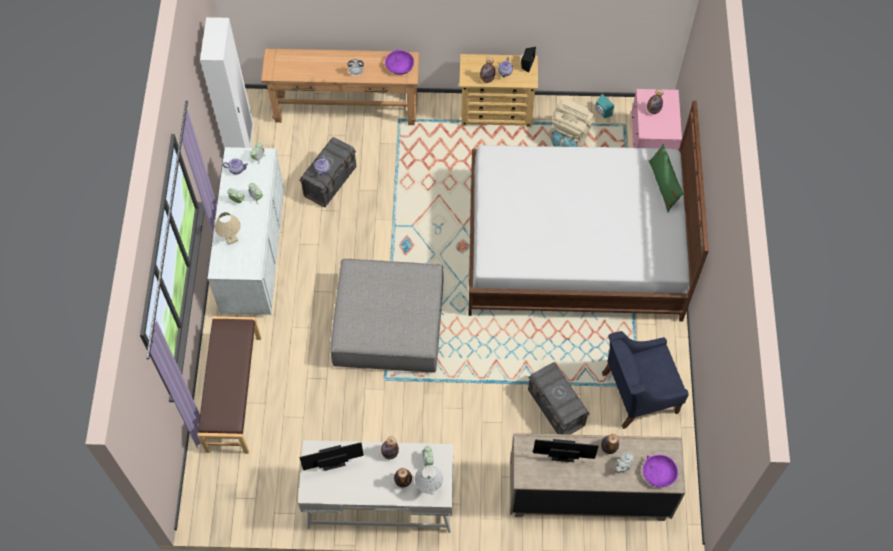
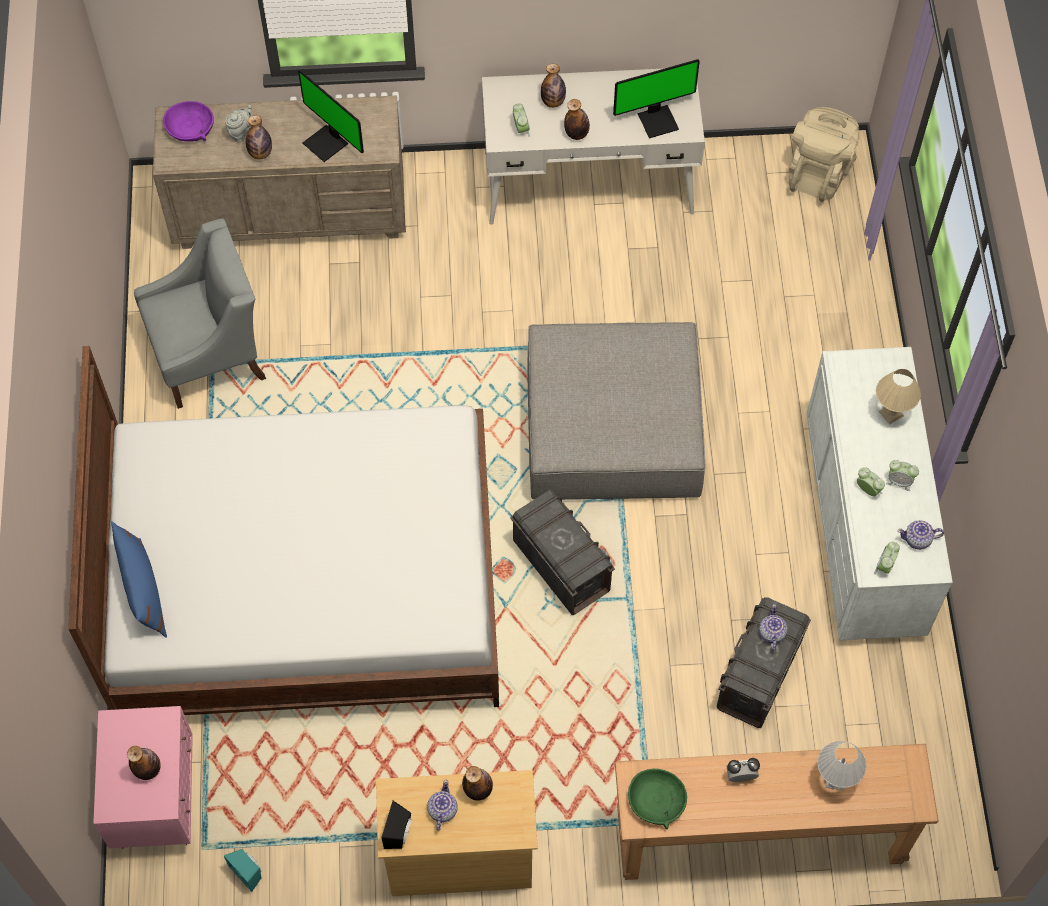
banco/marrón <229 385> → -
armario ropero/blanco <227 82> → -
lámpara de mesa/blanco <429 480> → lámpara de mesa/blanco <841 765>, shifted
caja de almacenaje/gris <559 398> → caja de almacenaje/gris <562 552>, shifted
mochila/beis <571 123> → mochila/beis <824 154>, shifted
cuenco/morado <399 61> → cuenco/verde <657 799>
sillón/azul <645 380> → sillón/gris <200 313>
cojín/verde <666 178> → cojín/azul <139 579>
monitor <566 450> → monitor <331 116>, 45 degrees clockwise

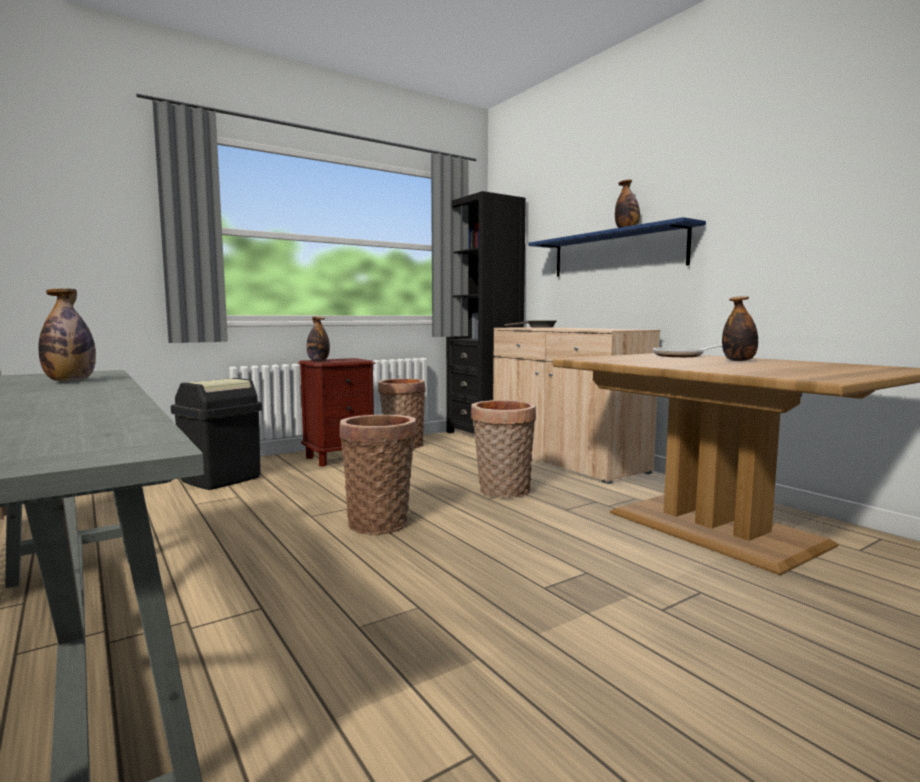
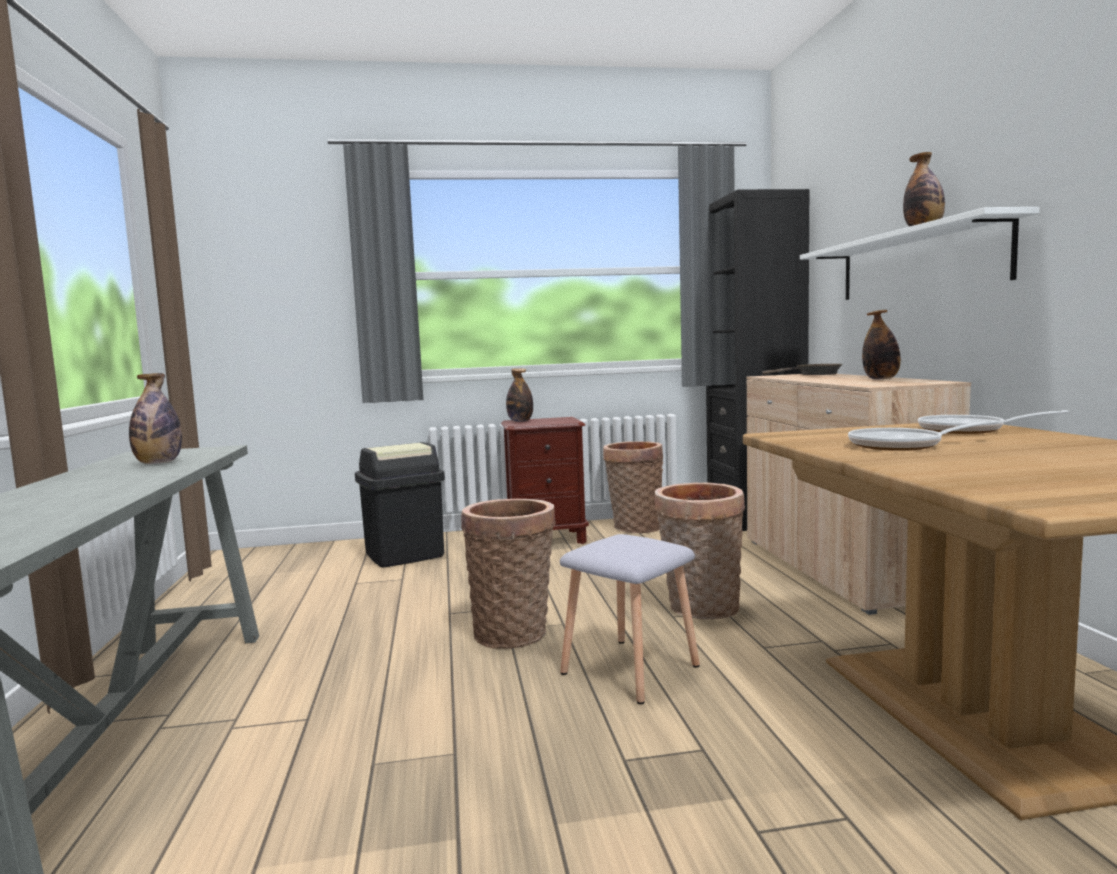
- → taburete/gris <630 619>
- → sartén <923 435>
botella <740 328> → botella <881 345>, shifted
estante/azul <617 247> → estante/blanco <919 253>

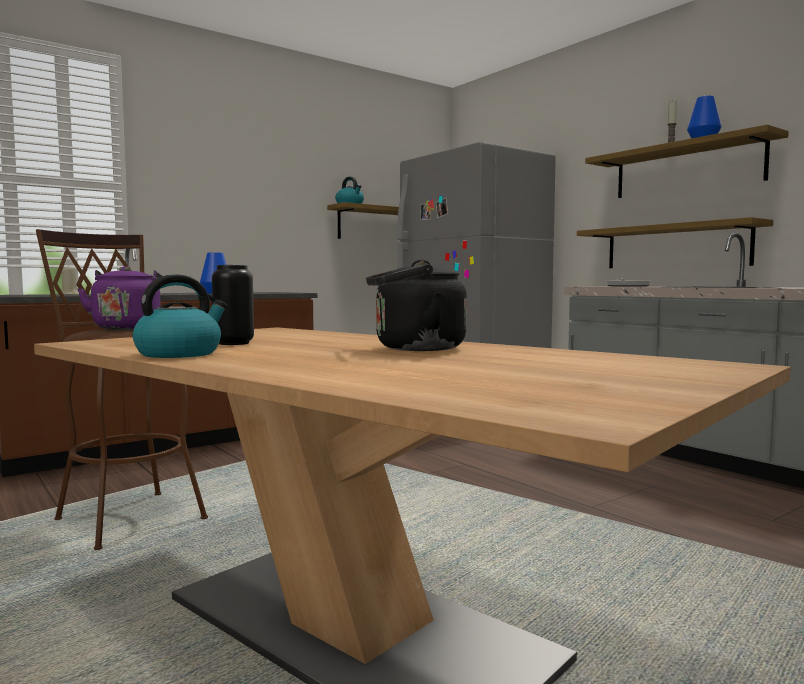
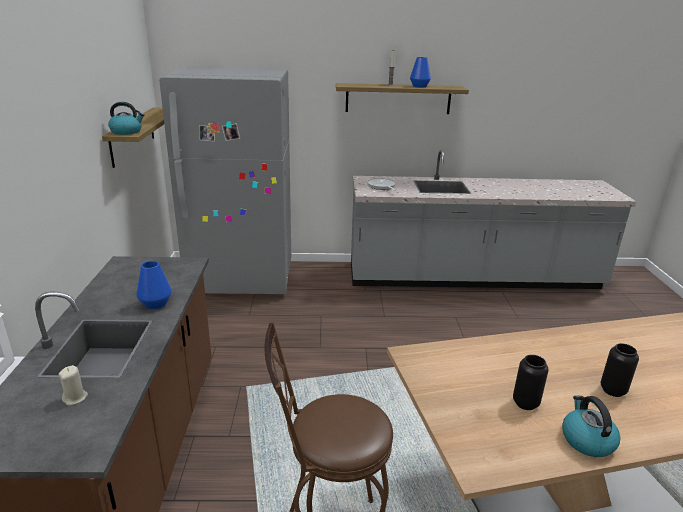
hervidor/morado <119 298> → -
hervidor/negro <416 305> → -
estante <675 242> → -
- → florero/negro <620 370>

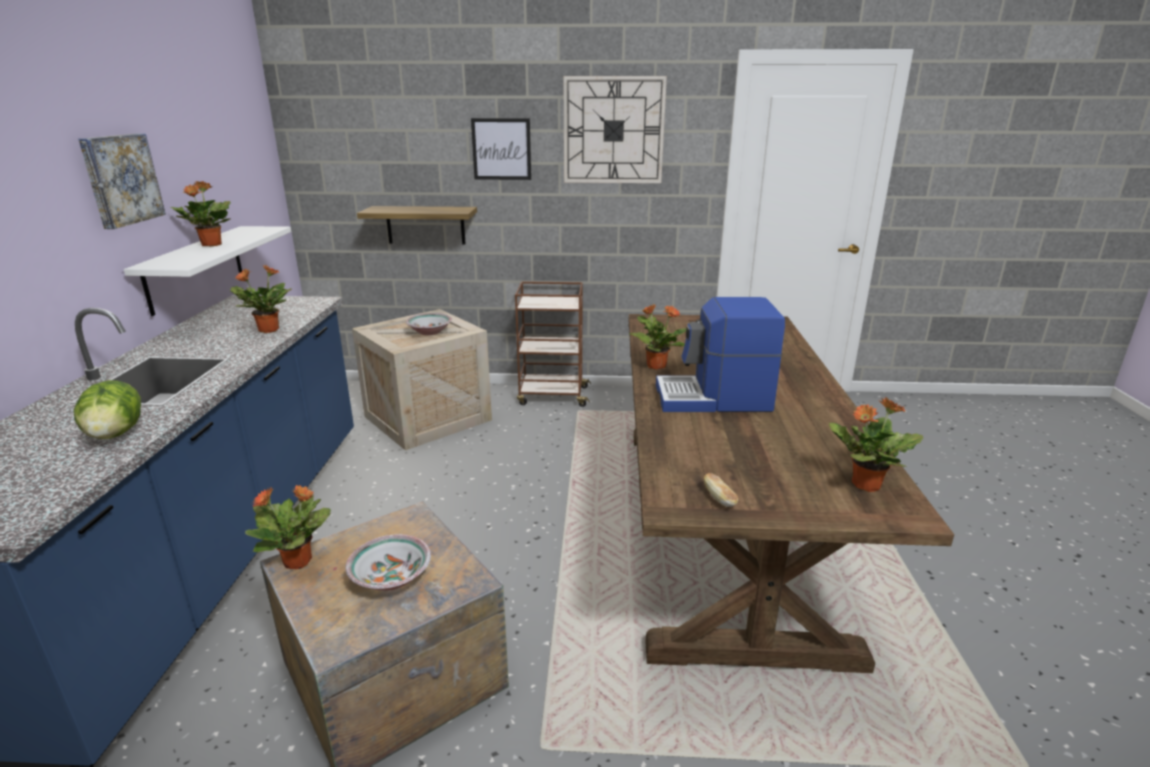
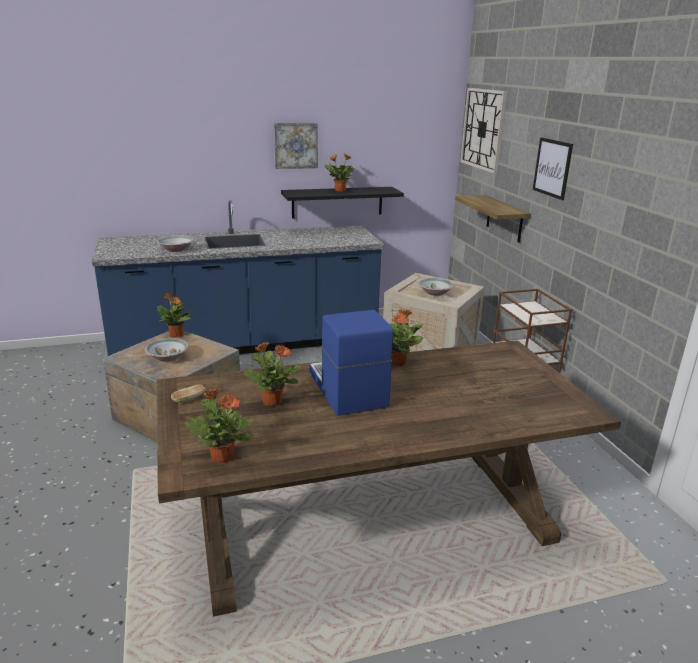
planta en maceta <260 298> → planta en maceta <272 374>, shifted
reloj de pared <615 129> → reloj de pared <483 131>, shifted
lechuga <107 409> → cuenco <175 243>
estante/blanco <207 271> → estante/negro <342 202>

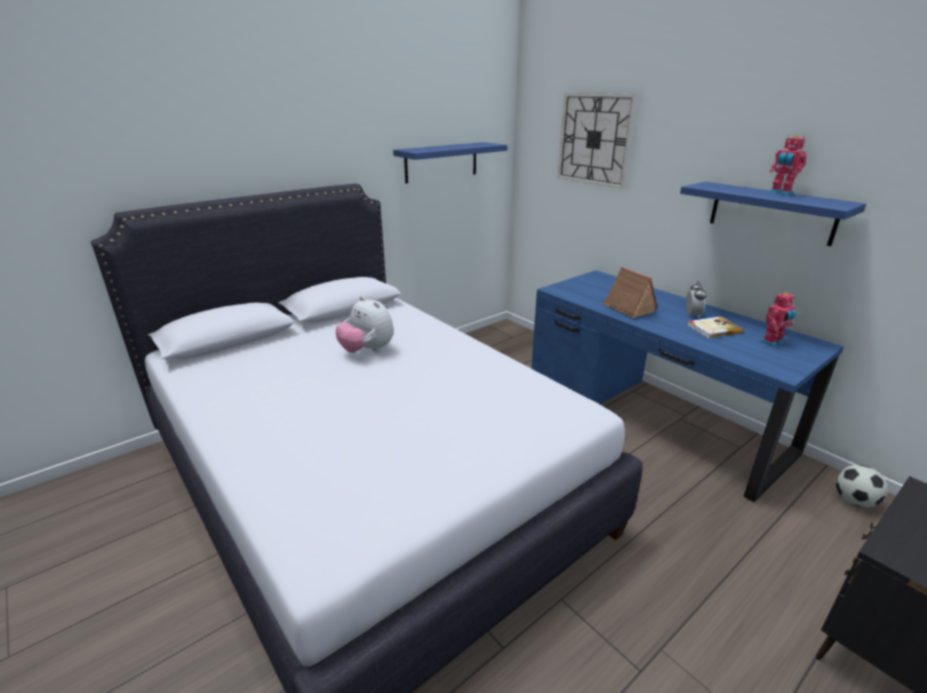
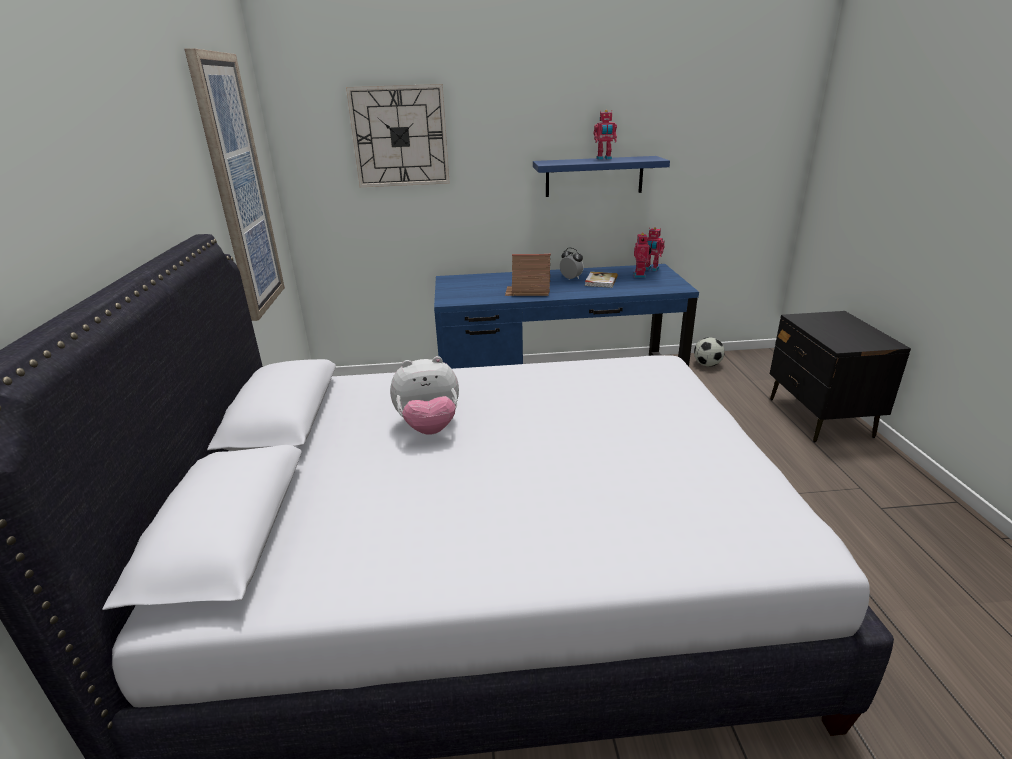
- → robot de juguete <655 249>
estante/azul <450 162> → cuadro <235 184>

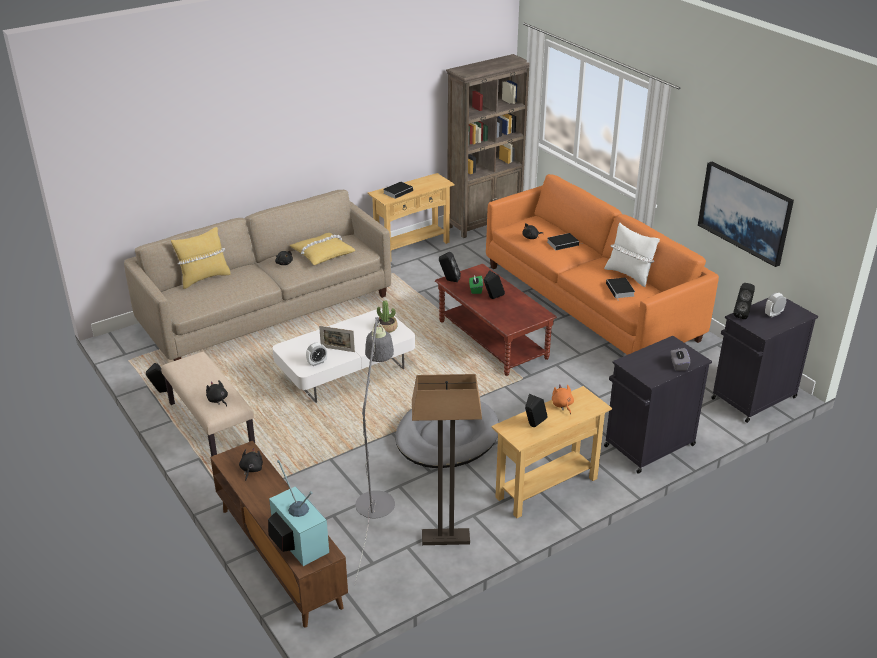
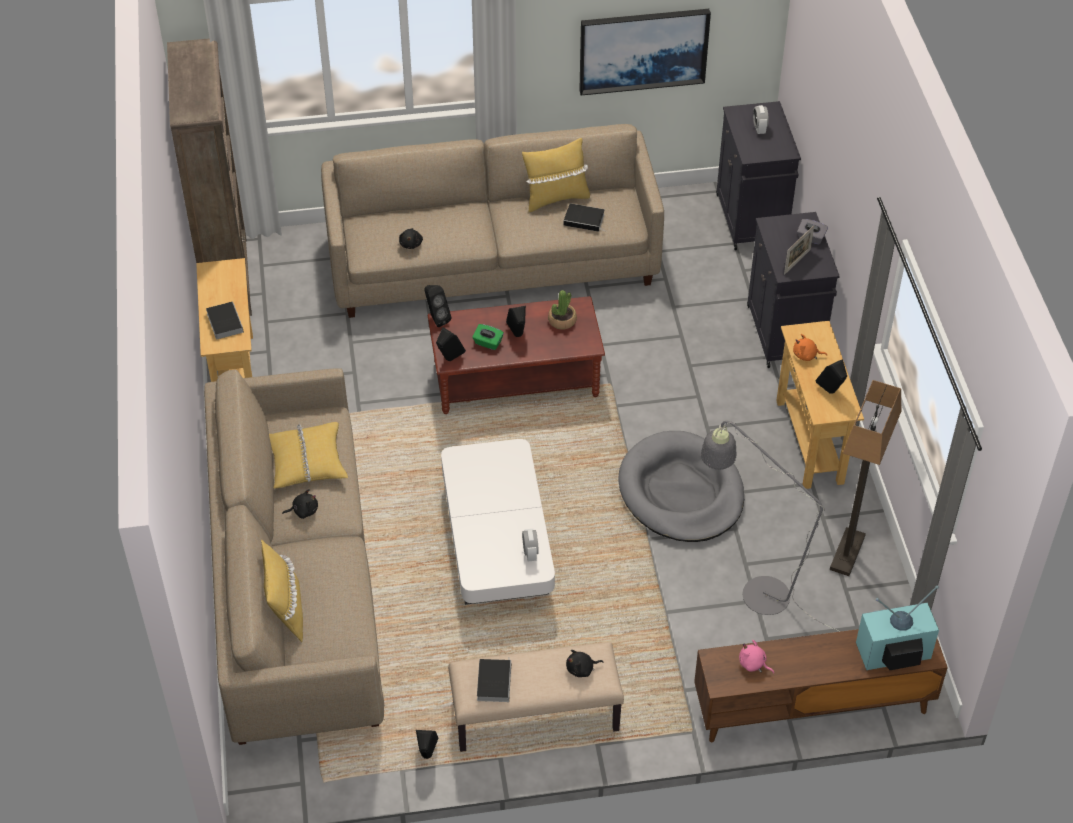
portarretratos <337 339> → portarretratos <799 250>, shifted
planta en maceta <387 316> → planta en maceta <562 310>, shifted
libro <564 242> → libro <494 679>, shifted
altavoz/negro <744 301> → altavoz/negro <437 306>, shifted
peluche/negro <251 464> → peluche/rosa <756 657>
sofá/naranja <602 264> → sofá/beis <492 221>
cojín/blanco <632 255> → cojín/amarillo <556 175>

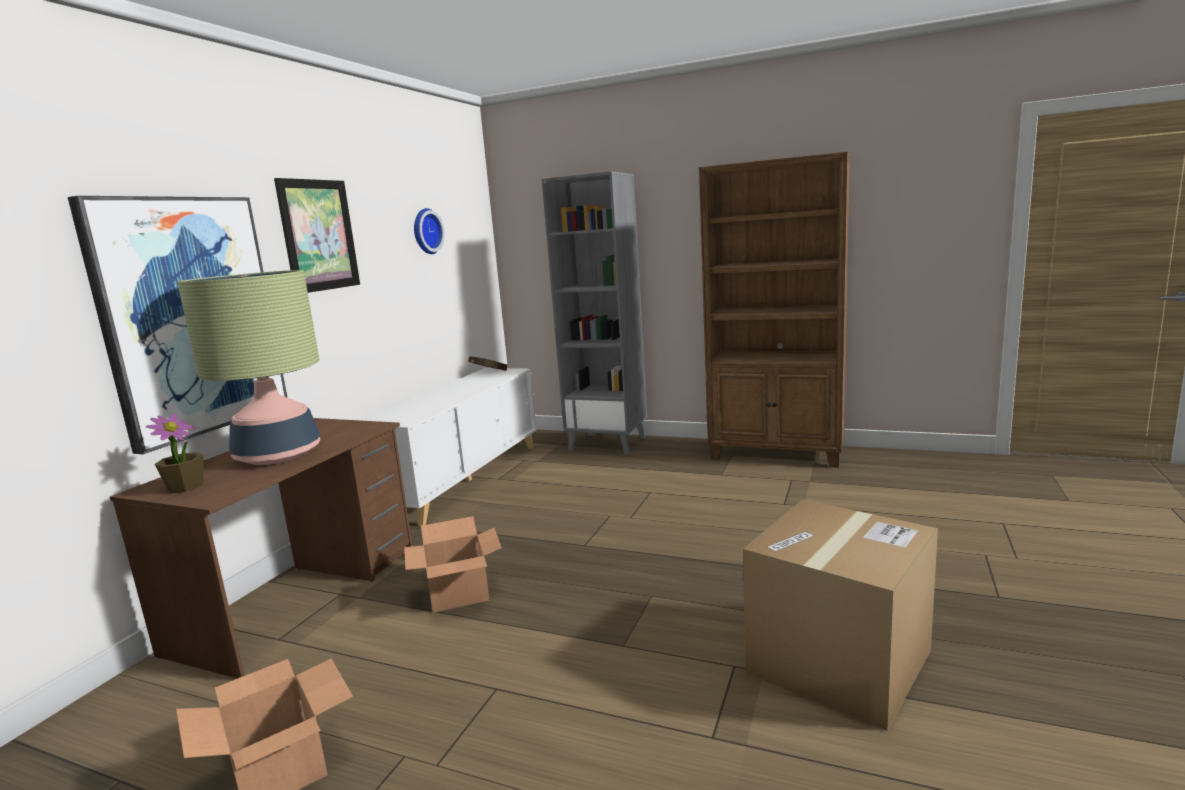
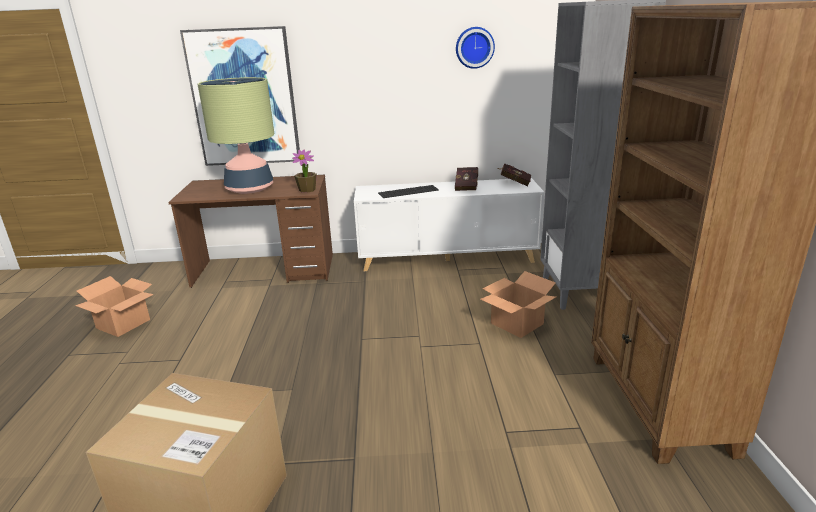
cuadro <317 235> → -
- → teclado <408 191>
- → libro/rojo <466 179>
planta en maceta <175 453> → planta en maceta <304 171>, shifted
caja de cartón <453 564> → caja de cartón <518 304>, shifted

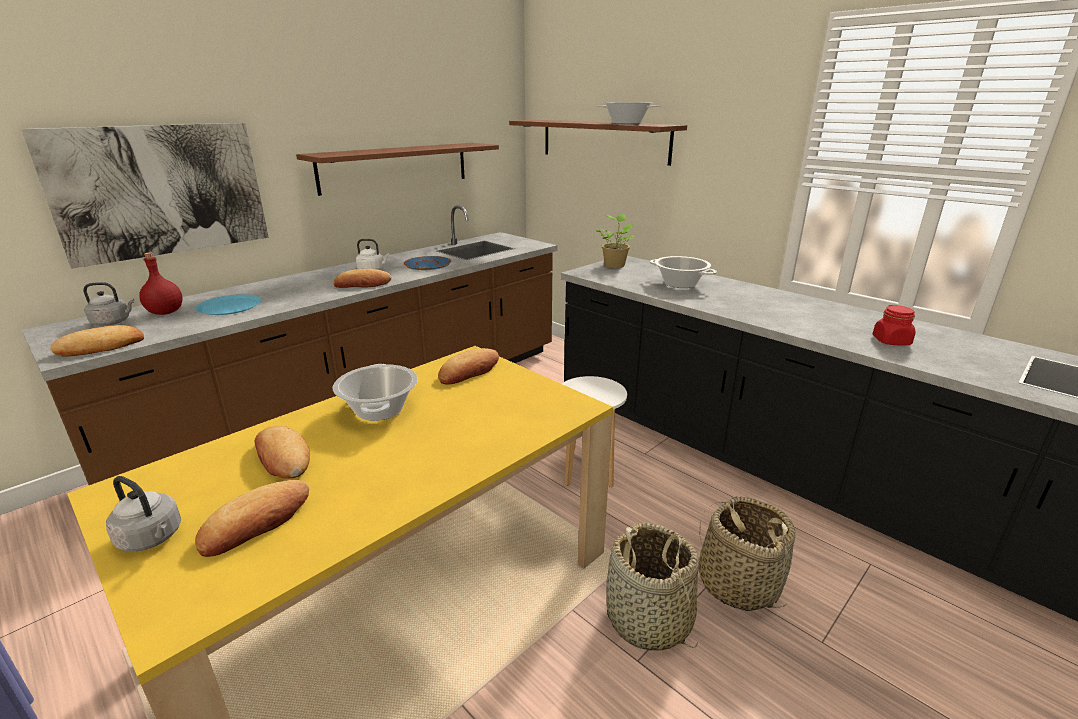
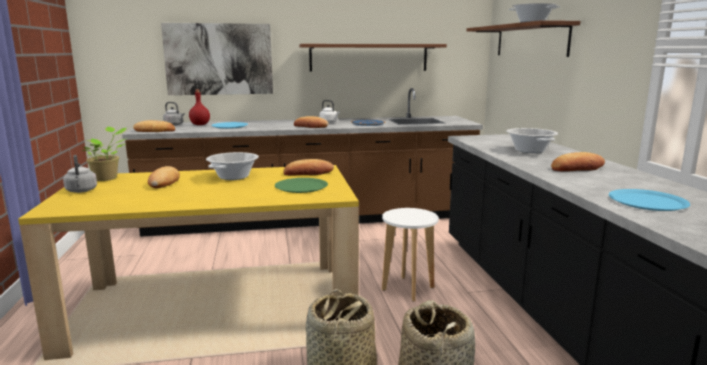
- → plato/verde <301 185>
pan <252 518> → pan <578 162>, shifted
planta en maceta <614 241> → planta en maceta <103 154>, shifted
tarro/rojo <894 325> → plato/azul <649 200>

